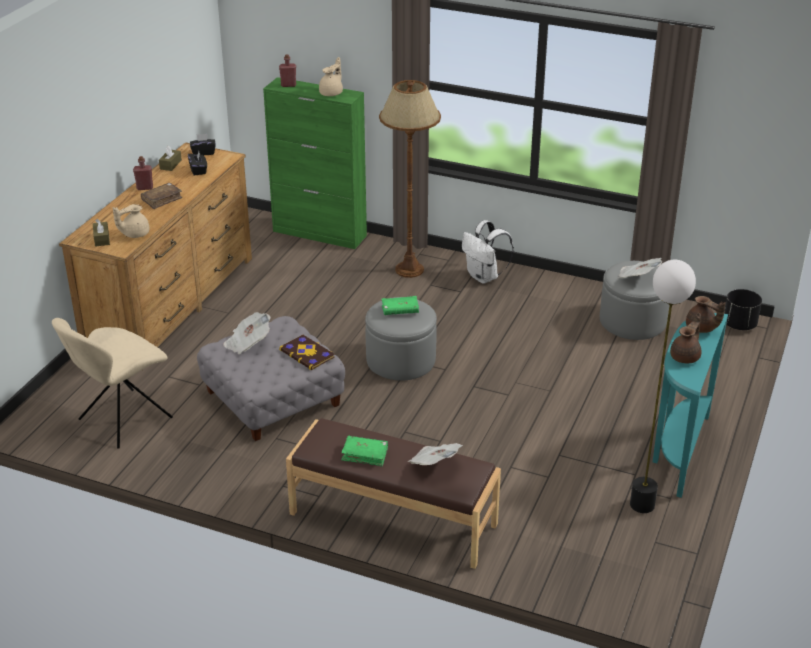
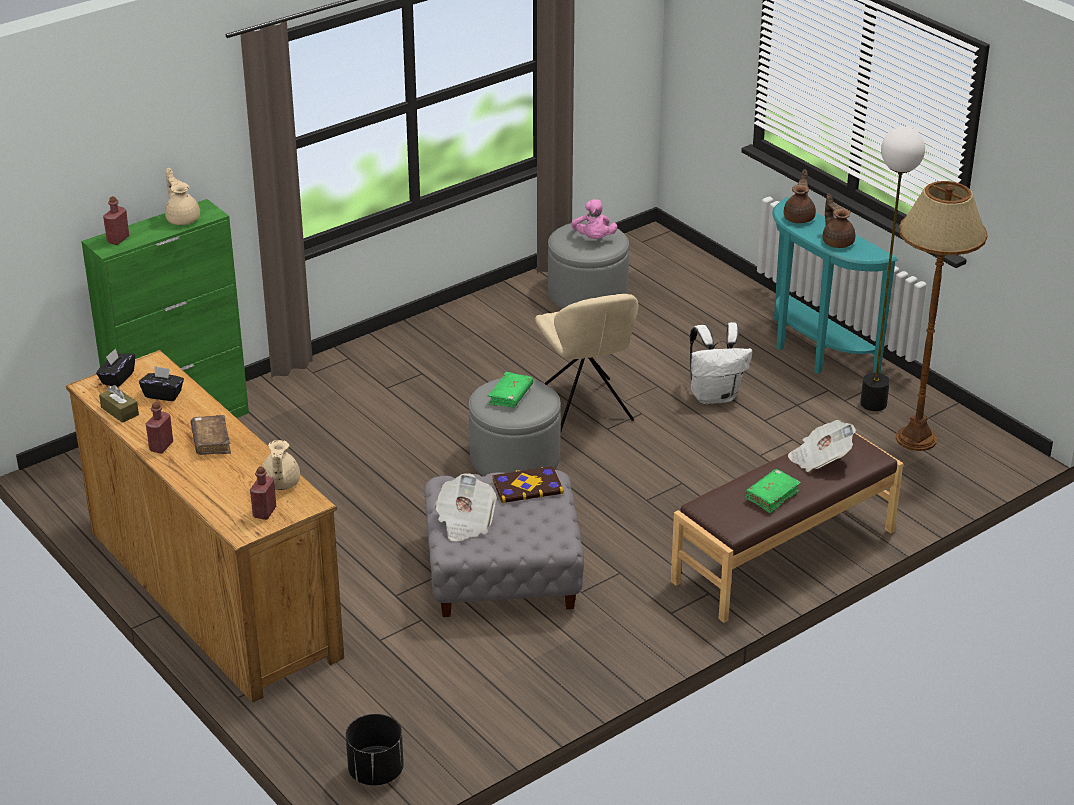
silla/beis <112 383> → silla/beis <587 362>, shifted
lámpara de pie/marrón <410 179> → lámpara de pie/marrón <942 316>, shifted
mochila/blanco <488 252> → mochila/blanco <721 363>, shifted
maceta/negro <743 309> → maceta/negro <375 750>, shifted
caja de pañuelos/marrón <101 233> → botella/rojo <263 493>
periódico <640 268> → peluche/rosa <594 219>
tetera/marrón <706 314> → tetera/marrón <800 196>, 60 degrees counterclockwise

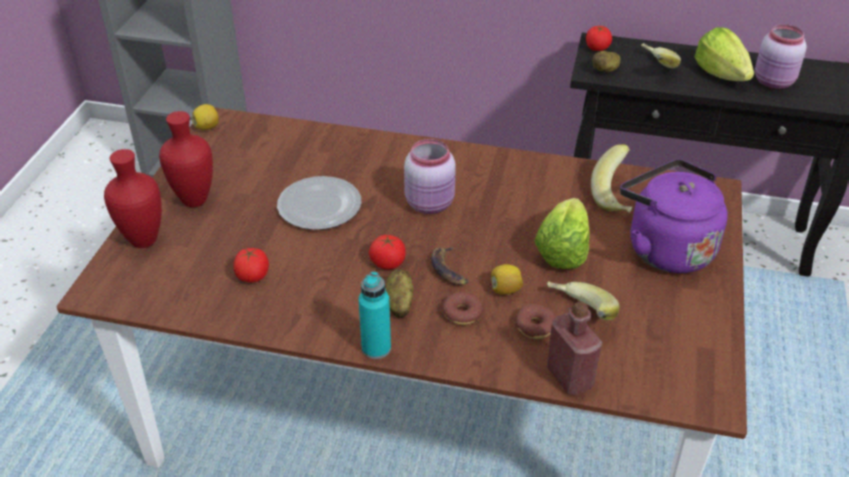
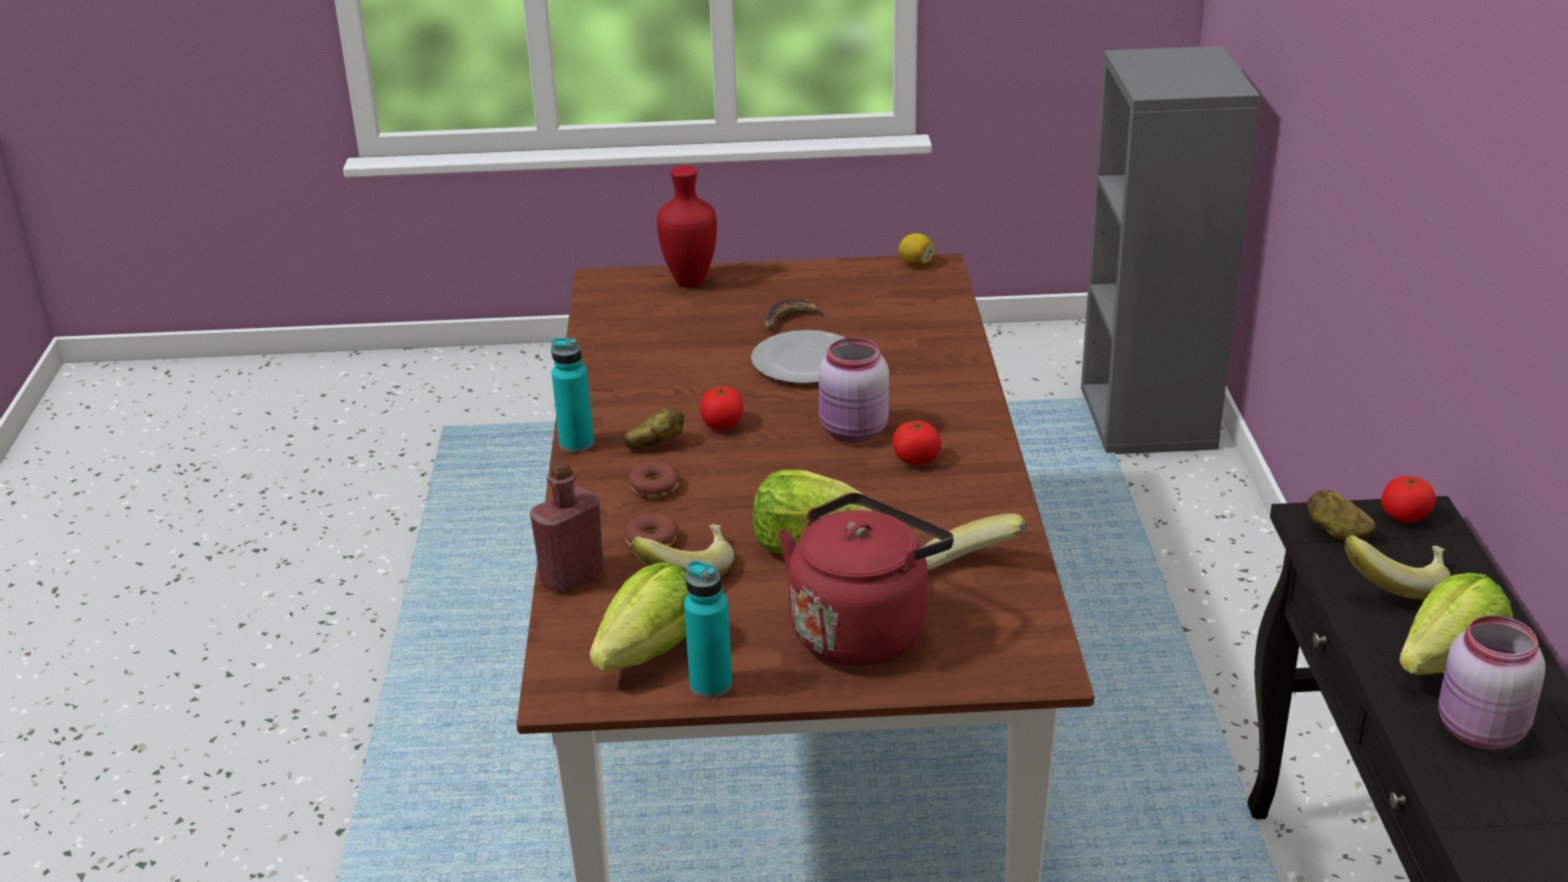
florero/rojo <186 159> → -
limón <507 279> → -
- → lechuga <639 616>
- → botella/turquesa <708 629>
tomate <251 265> → tomate <916 443>, shifted
plátano <449 265> → plátano <795 314>, shifted
hervidor/morado <674 216> → hervidor/rojo <866 579>

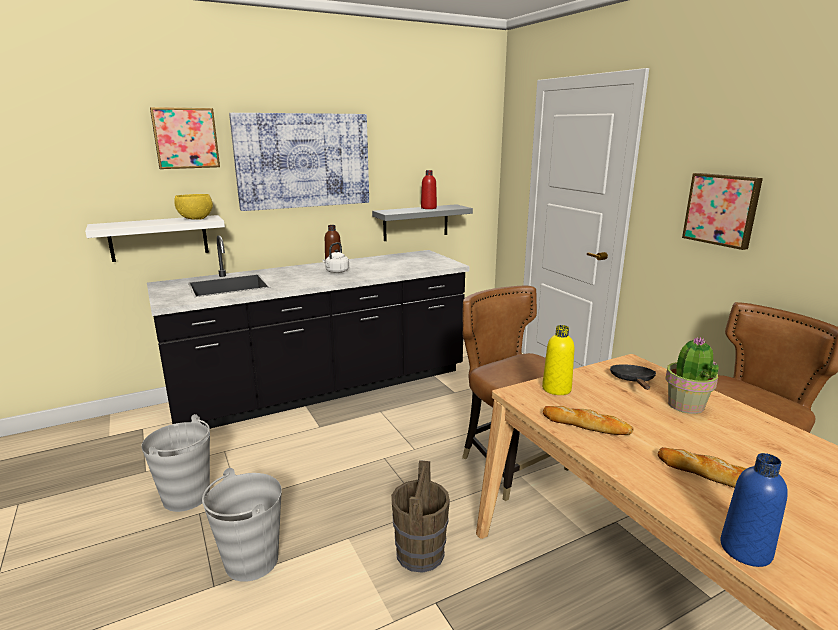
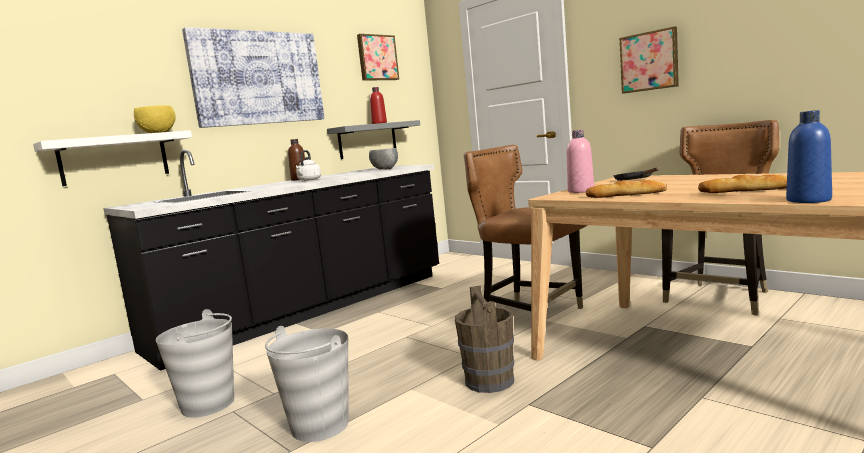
planta en maceta <692 375> → -
- → cuenco/gris <383 159>
cuadro <185 138> → cuadro <378 57>, shifted
botella/amarillo <558 360> → botella/rosa <580 161>

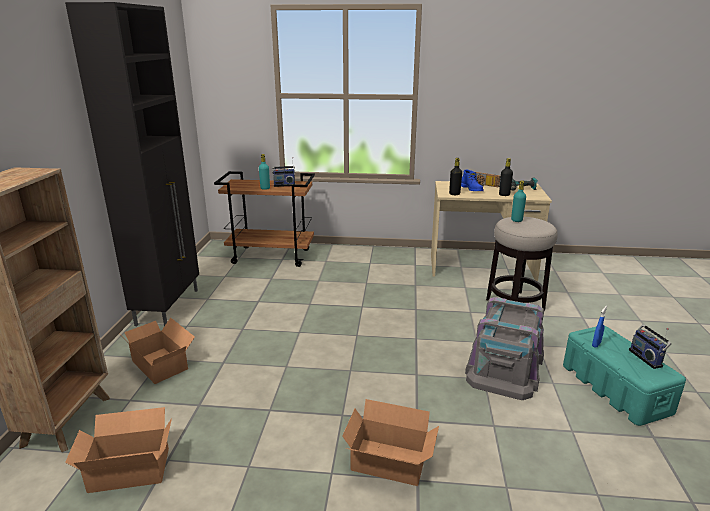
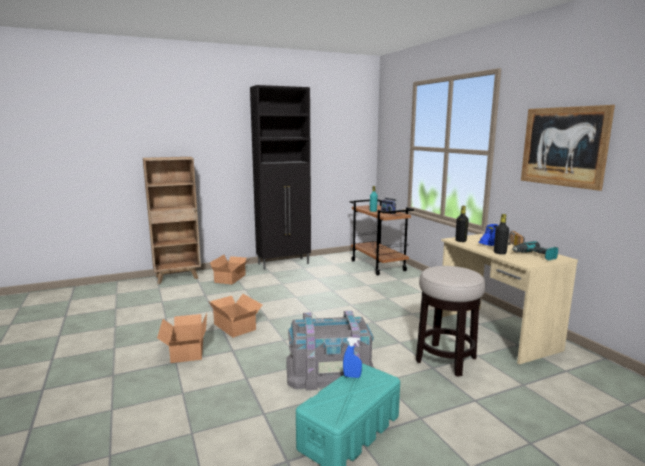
botella/turquesa <518 201> → -
radio <650 346> → -
- → cuadro <568 148>
caja de cartón <118 450> → caja de cartón <235 316>, shifted

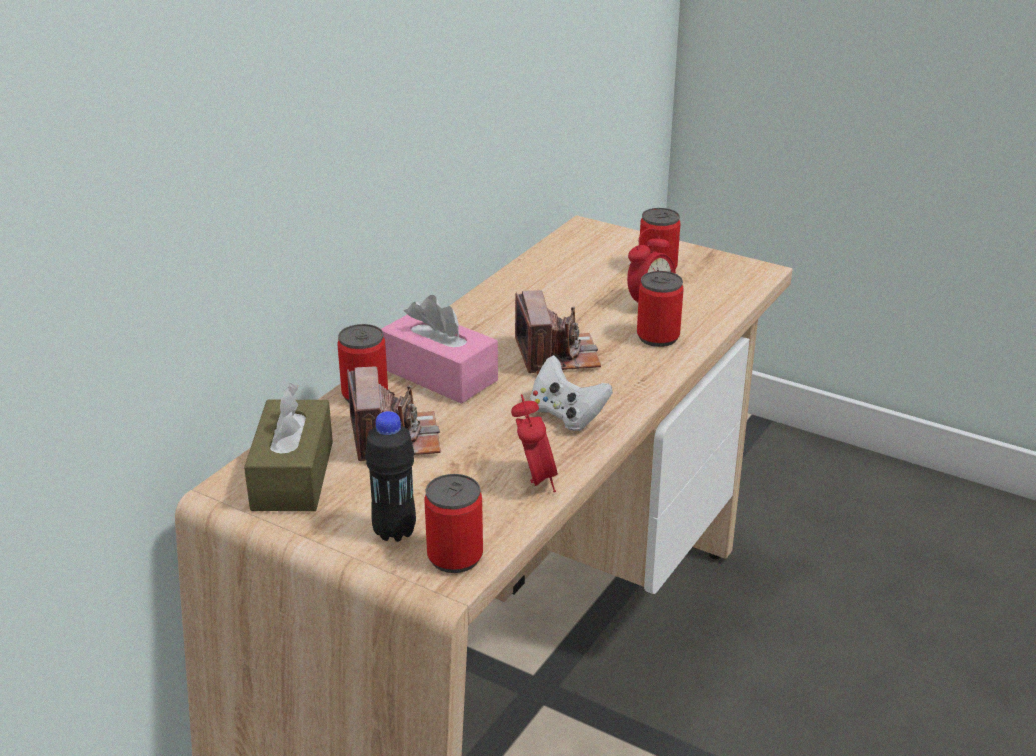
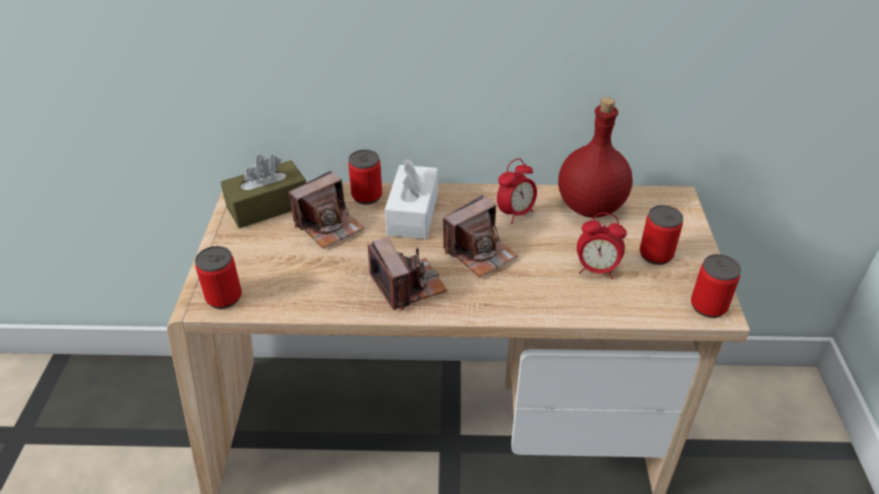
botella/negro <390 476> → -
- → botella/rojo <595 157>
despertador <534 443> → despertador <517 191>, shifted
lata <660 309> → lata <716 286>, shifted
mando de consola/blanco <571 393> → cámara <407 273>
caja de pañuelos/rosa <439 349> → caja de pañuelos/blanco <411 199>

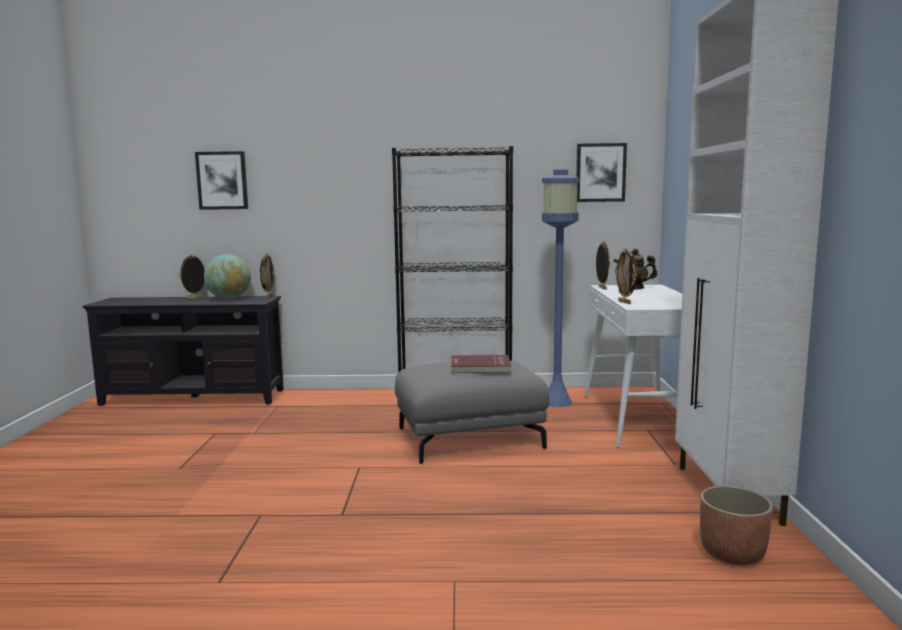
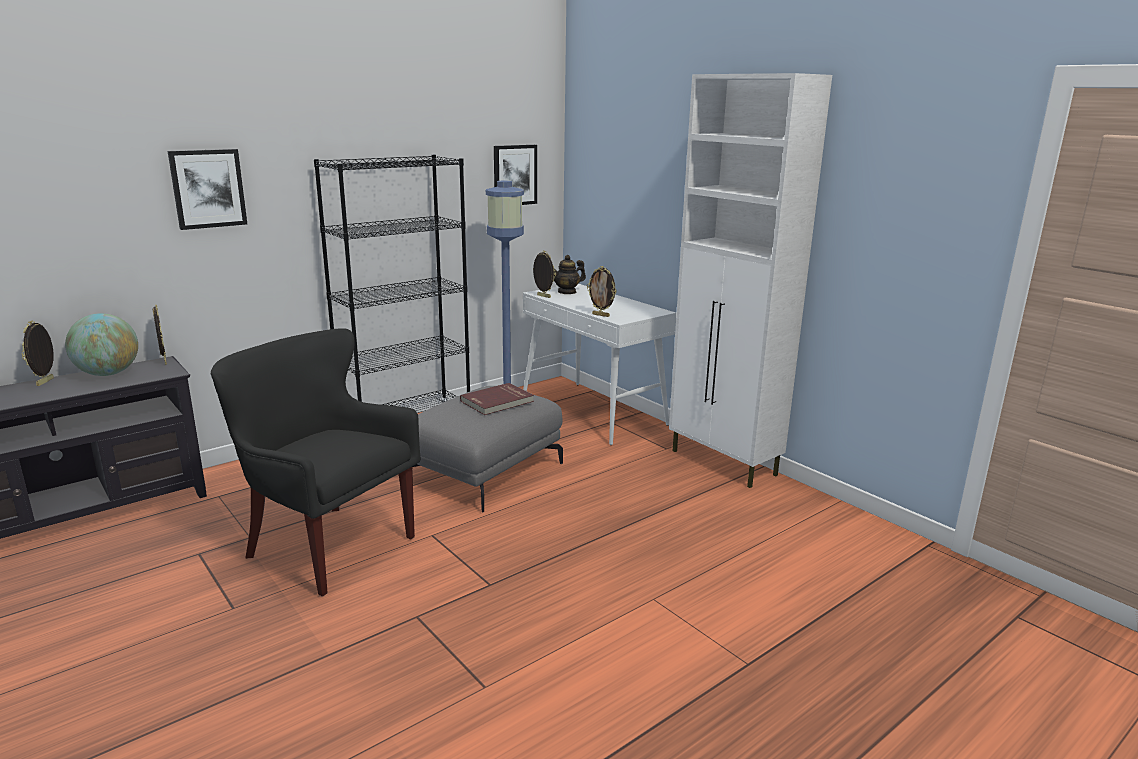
maceta <736 525> → -
- → sillón/negro <315 462>
cuadro <221 180> → cuadro <207 189>, shifted

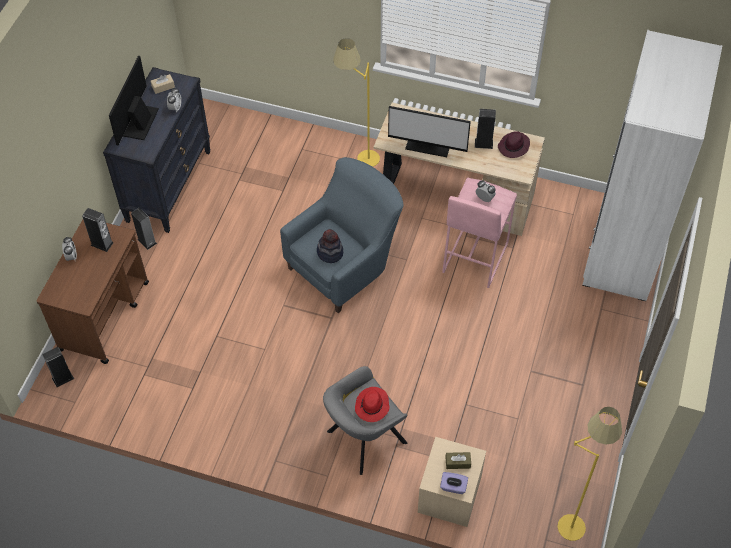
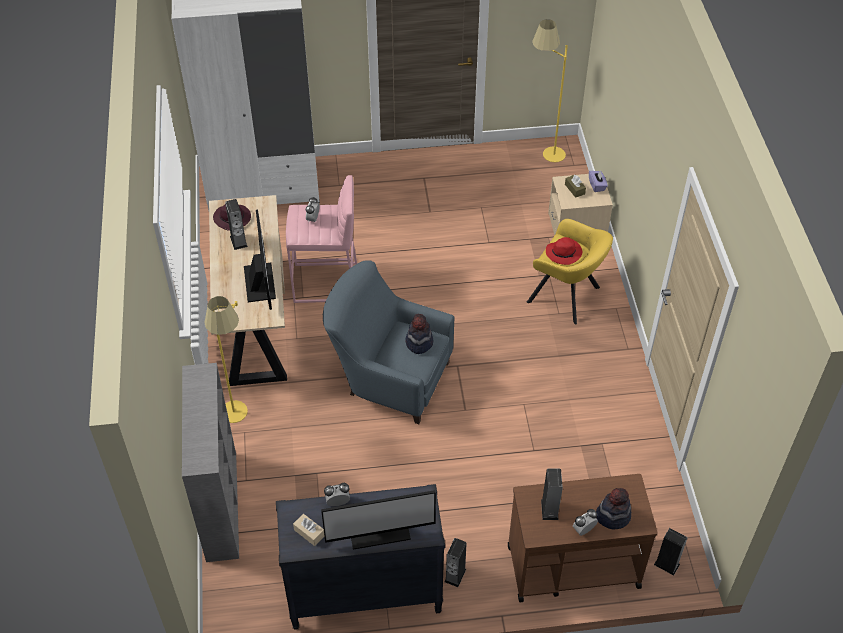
- → estantería/gris <210 462>
- → sombrero <613 508>
sillón/gris <365 420> → sillón/amarillo <570 271>

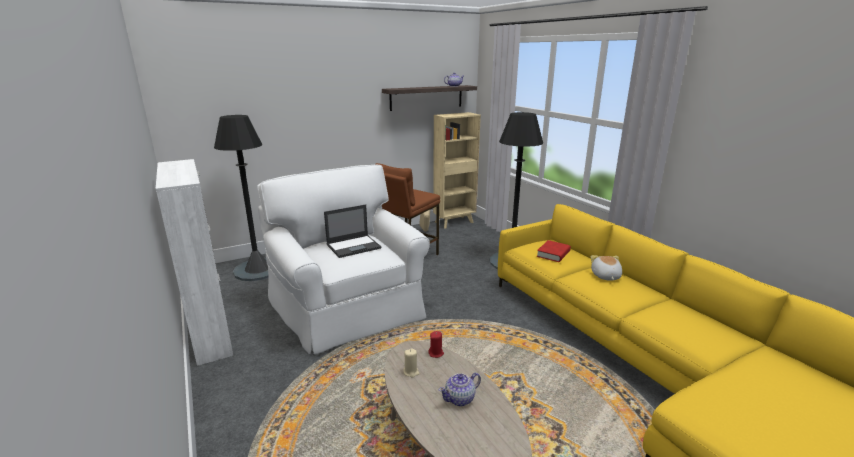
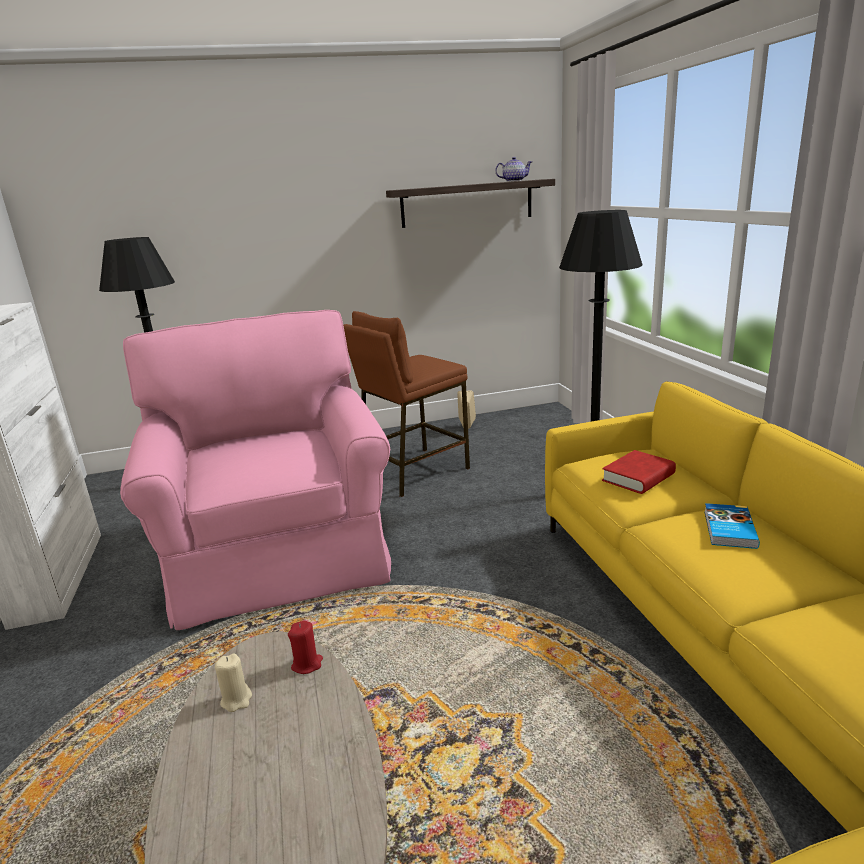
portátil <352 231> → -
estantería/beis <457 170> → -
tetera <460 389> → -
peluche <606 268> → libro <732 526>
sillón/blanco <343 259> → sillón/rosa <255 470>

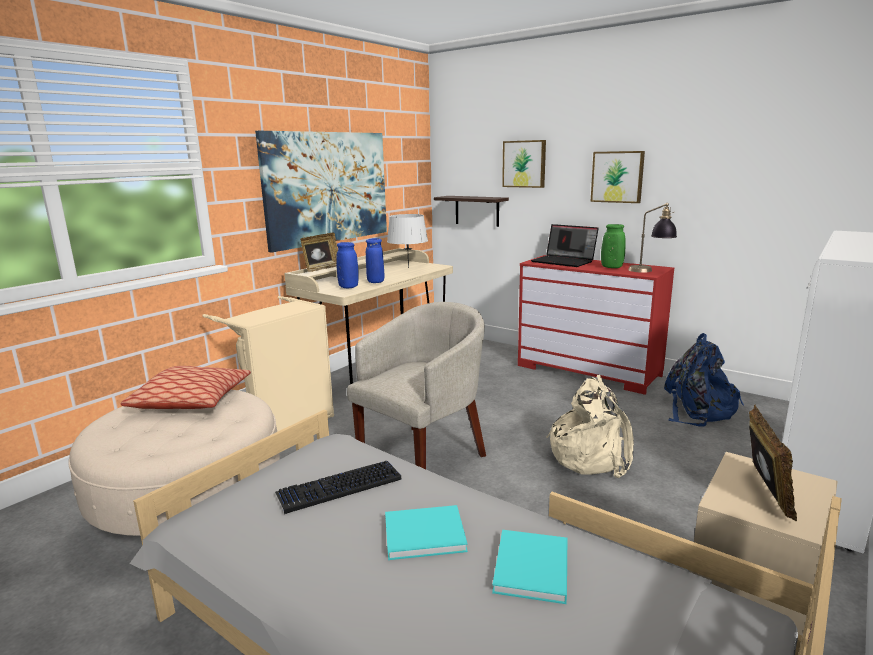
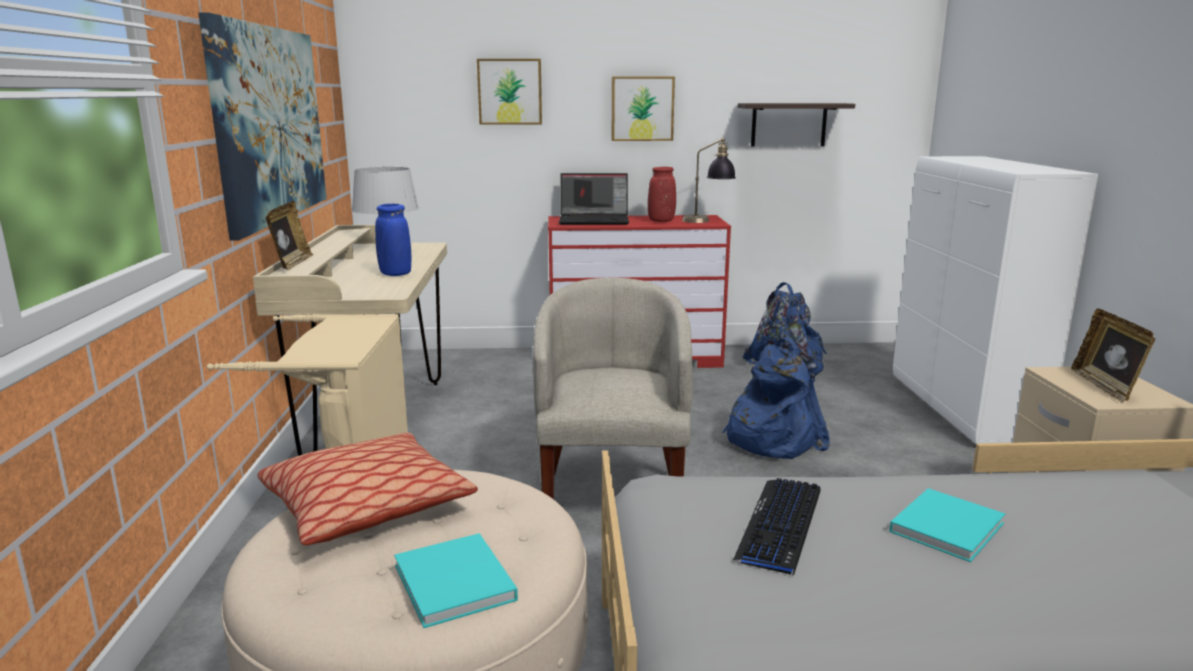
florero/azul <347 265> → -
estante <471 211> → estante <796 124>, shifted
libro/turquesa <529 567> → libro/turquesa <456 580>, shifted
mochila/beis <590 426> → mochila/azul <776 398>
florero/verde <613 246> → florero/rojo <662 194>
portarretratos <773 462> → portarretratos <1113 356>, 150 degrees counterclockwise

